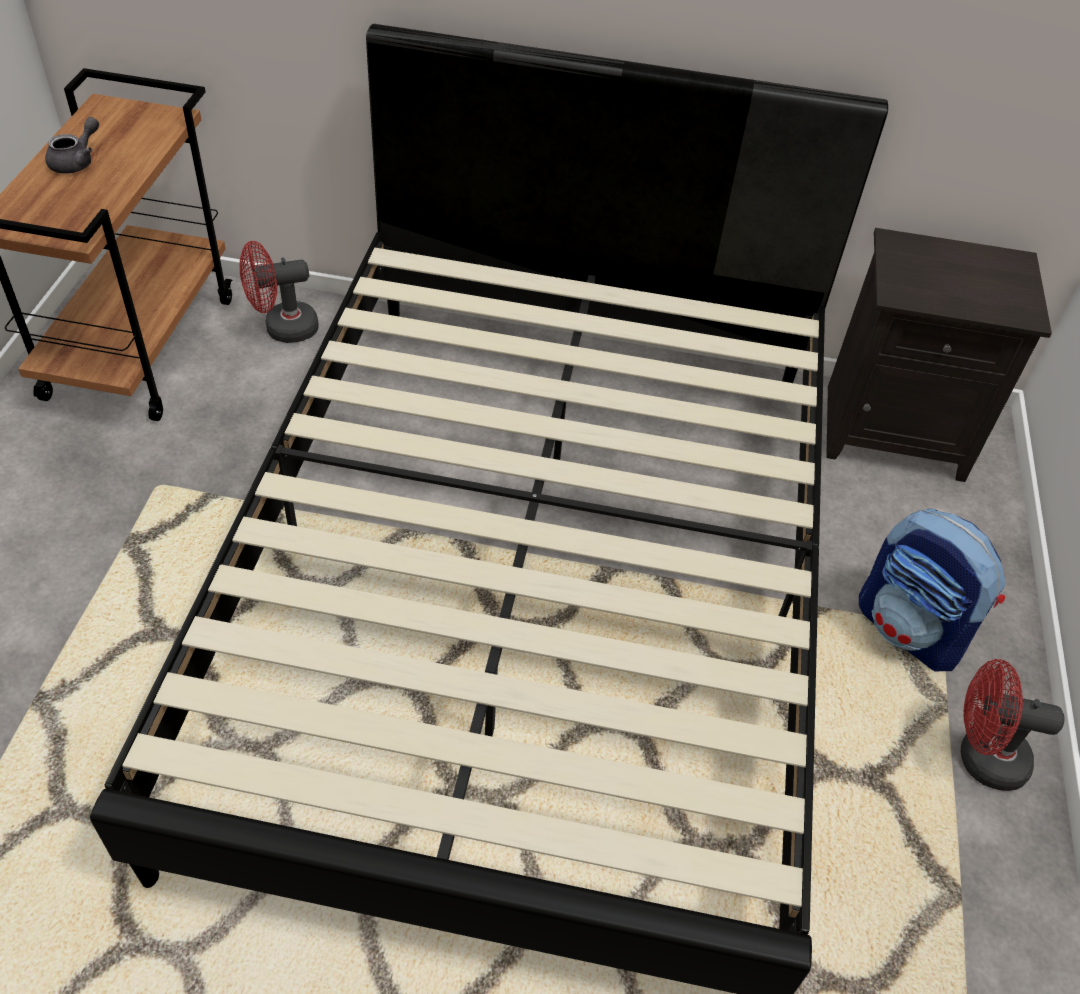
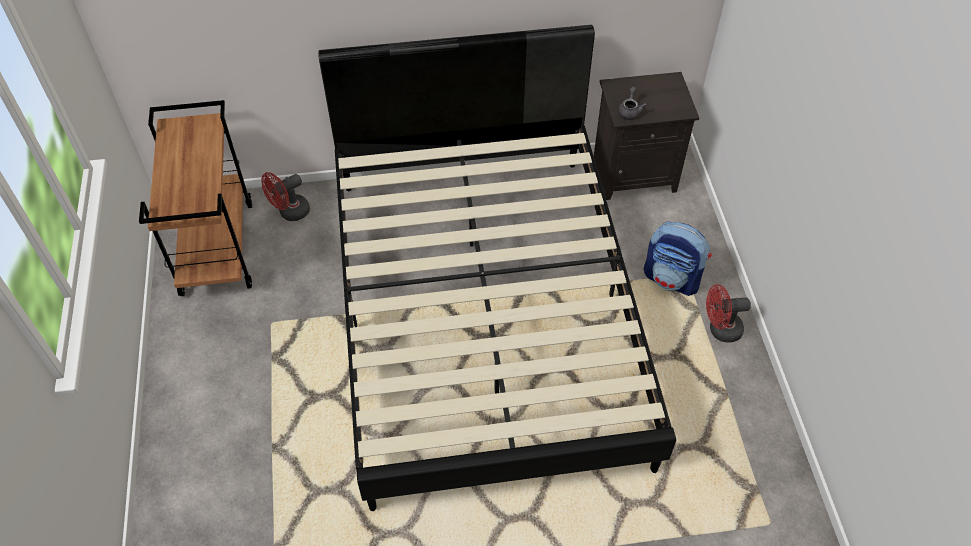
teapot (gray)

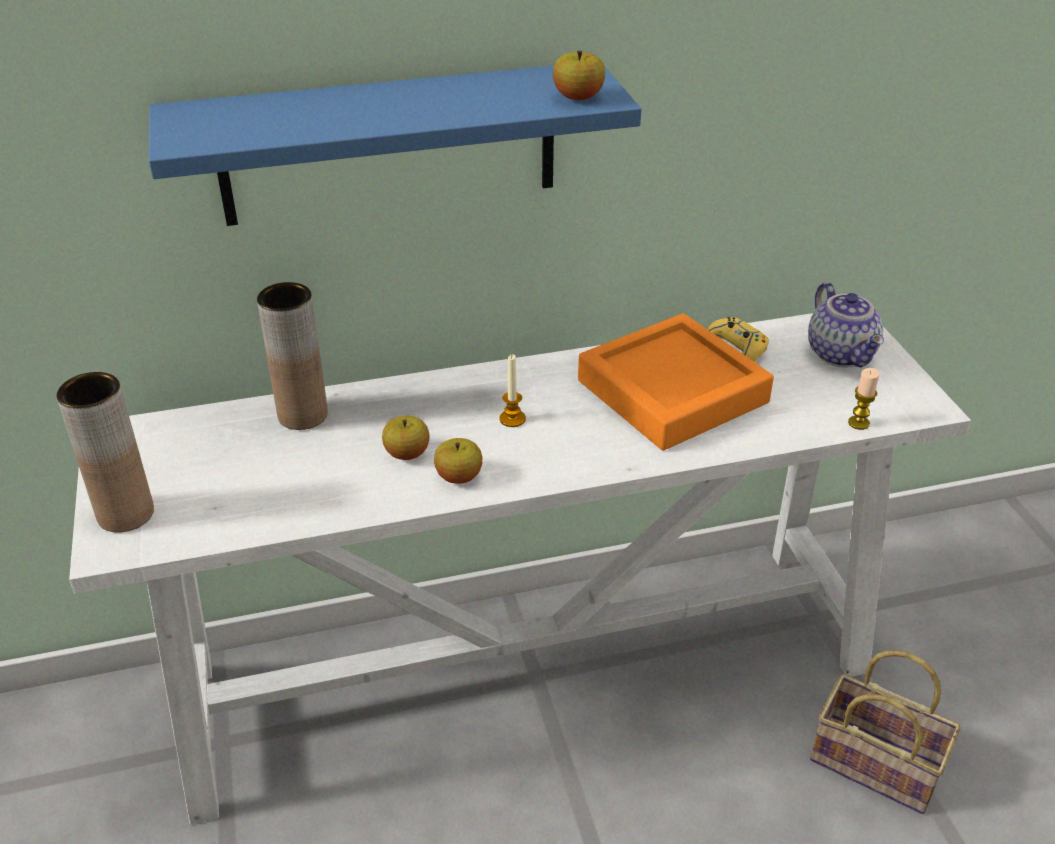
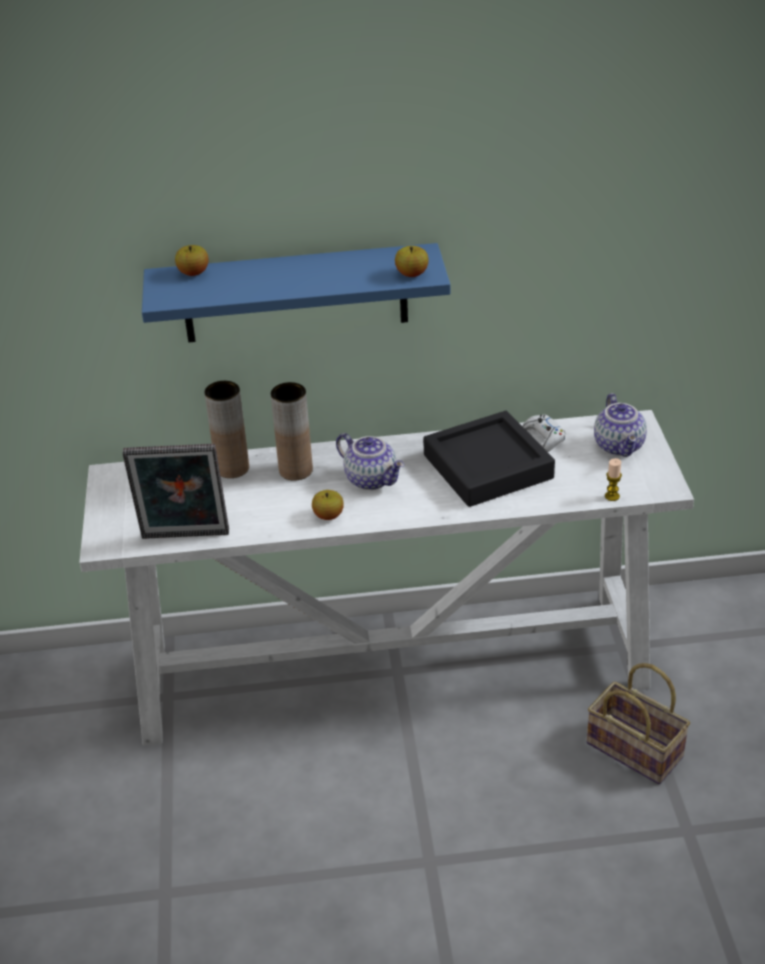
tray (black)
gamepad (white-coloured)
teapot (1st from left)
decorative vase (brown) (2nd from left)
whole apple (1st from left)
picture frame

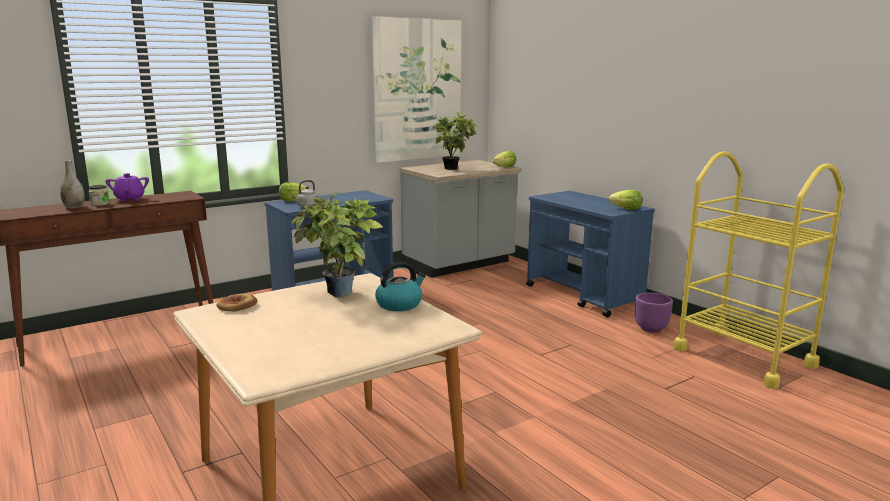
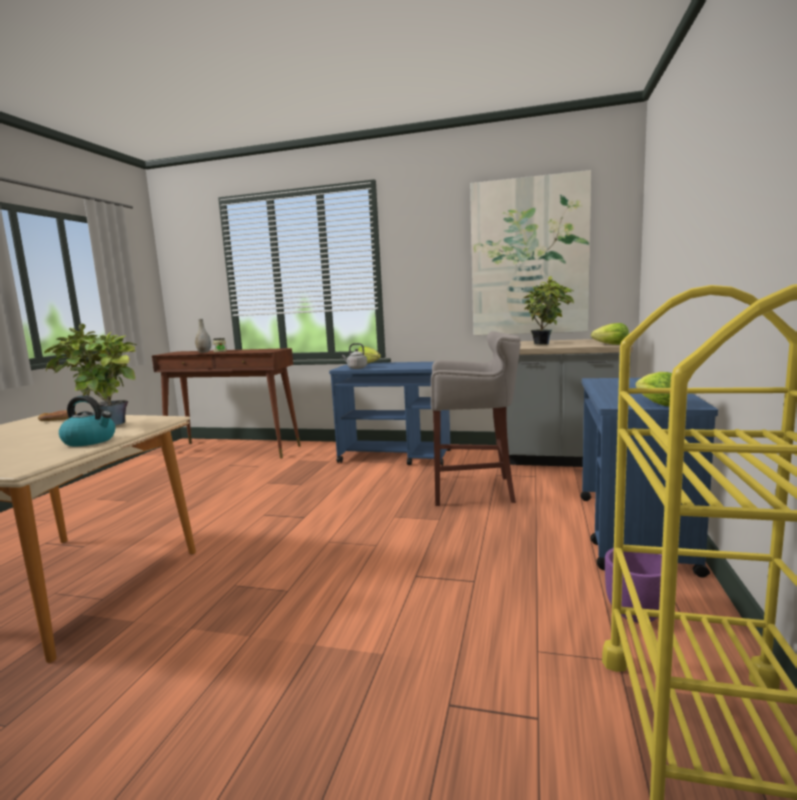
teapot (purple-coloured)
sitting stool (gray)

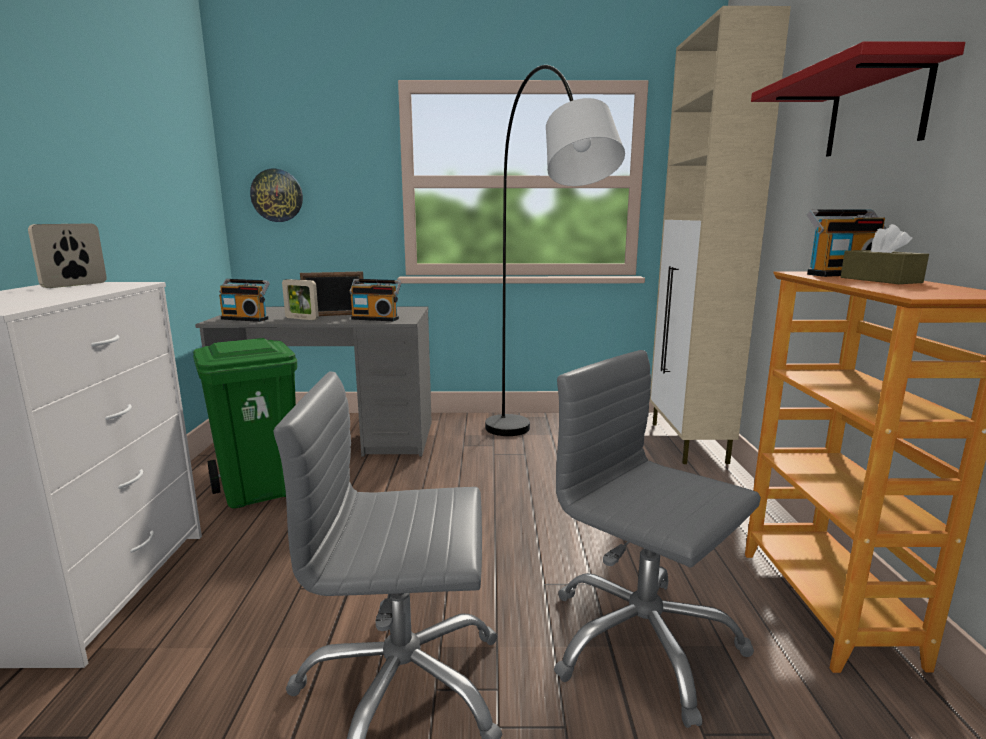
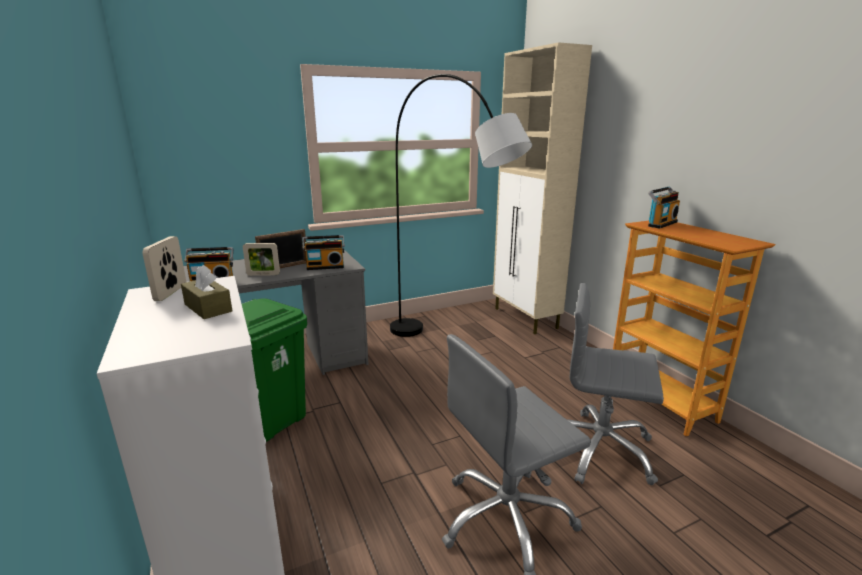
shelf (red)
wall clock
tissue box (brown)

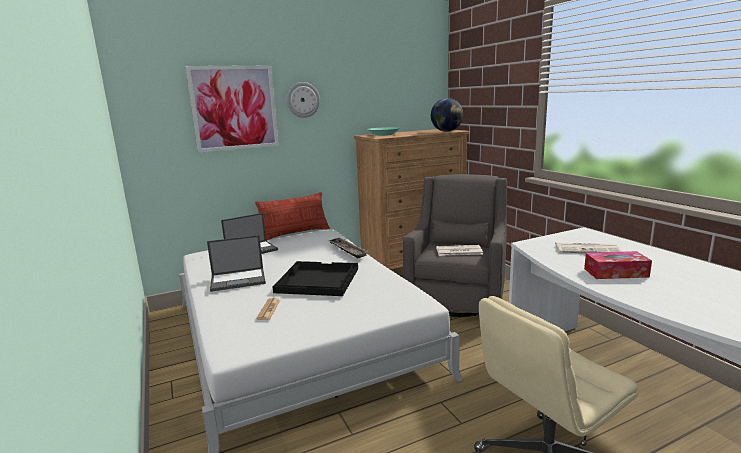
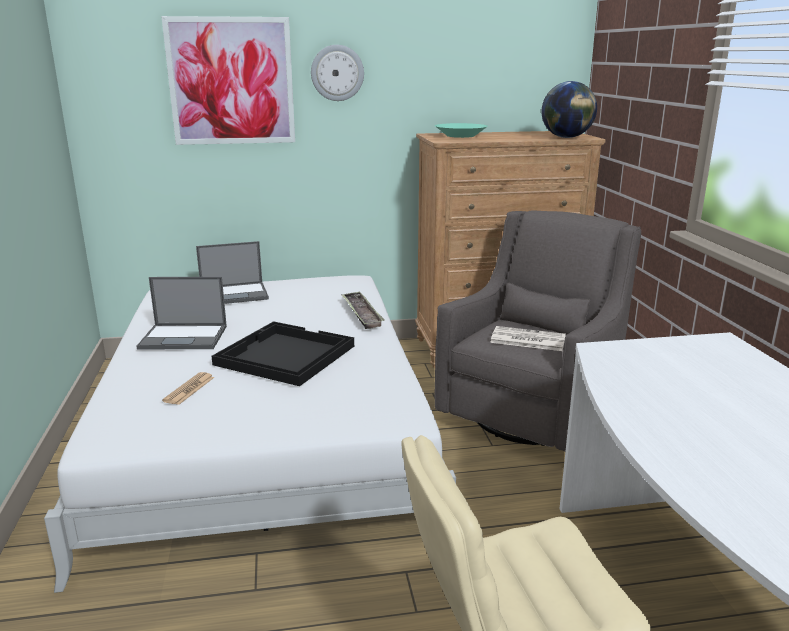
cushion
printed paper (3rd from left in the first image)
tissue box

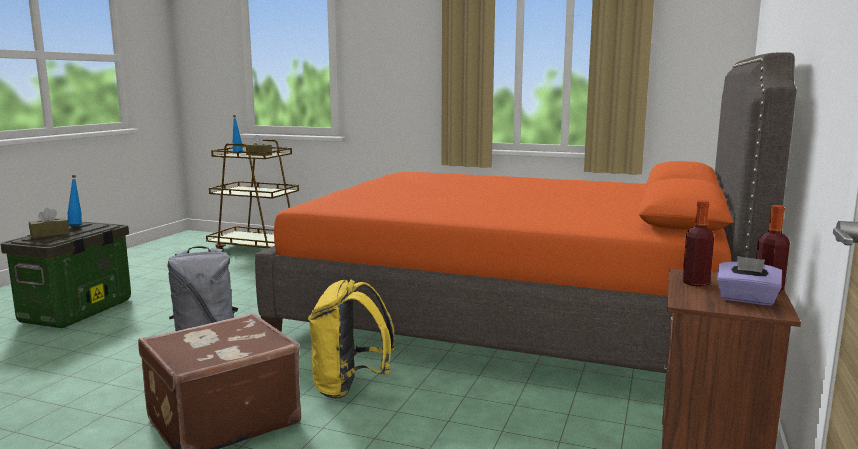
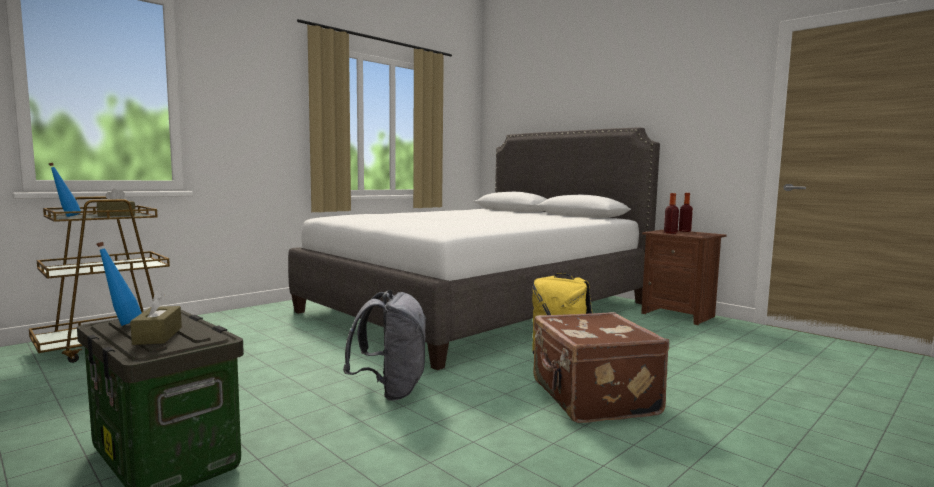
bed (white-coloured)
tissue box (purple-coloured)

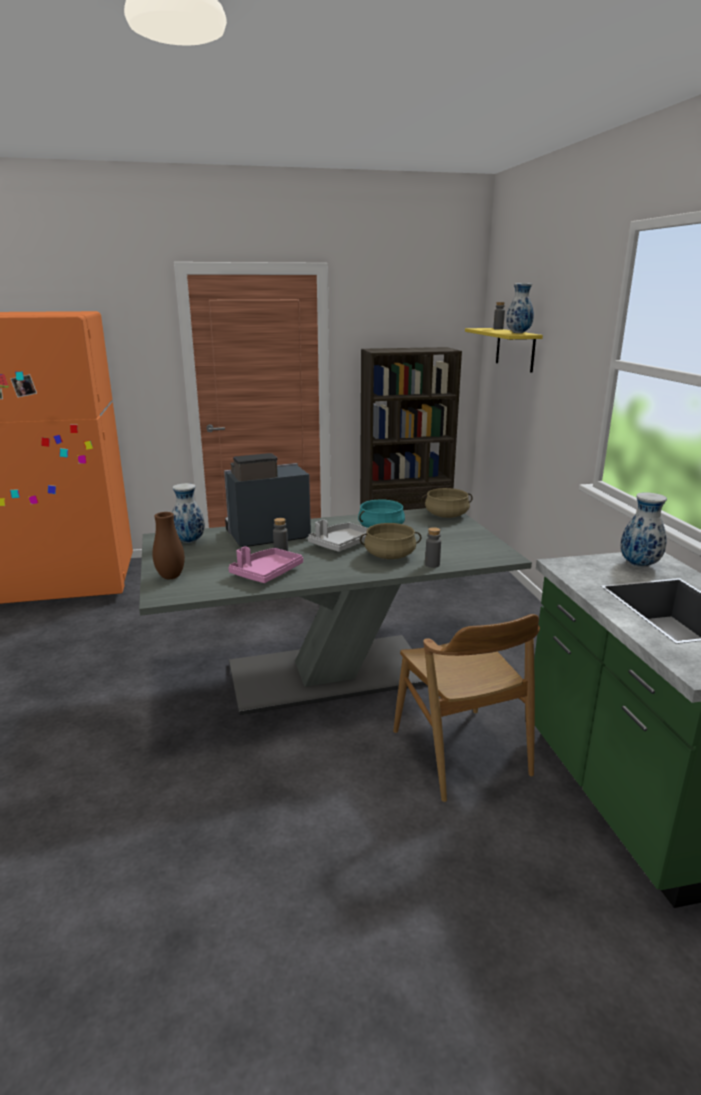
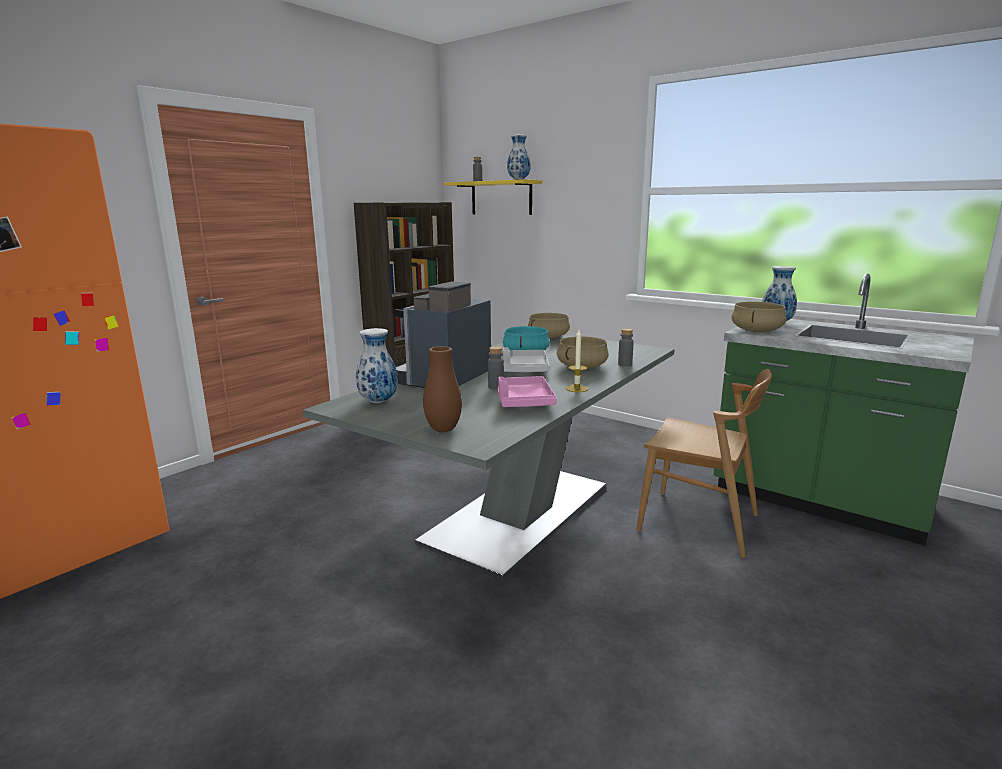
saucepot (beige) (3rd from left)
wax candle

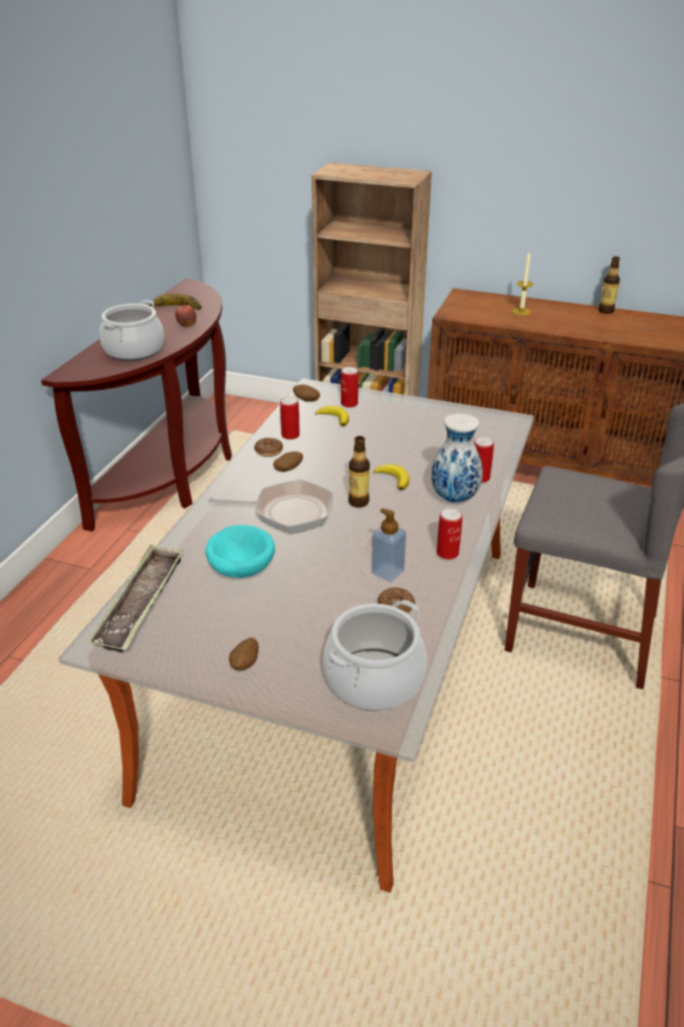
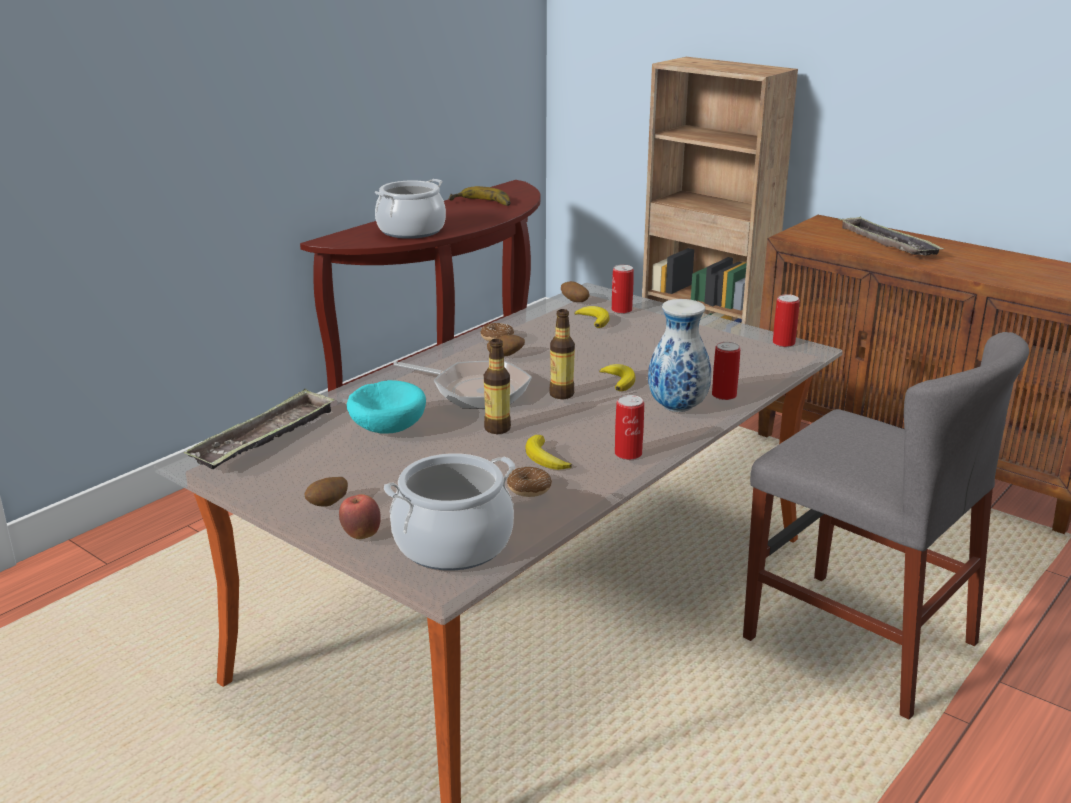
tray (2nd from left)
drink bottle (1st from left)
whole apple
can (4th from left)
whole banana (2nd from left)

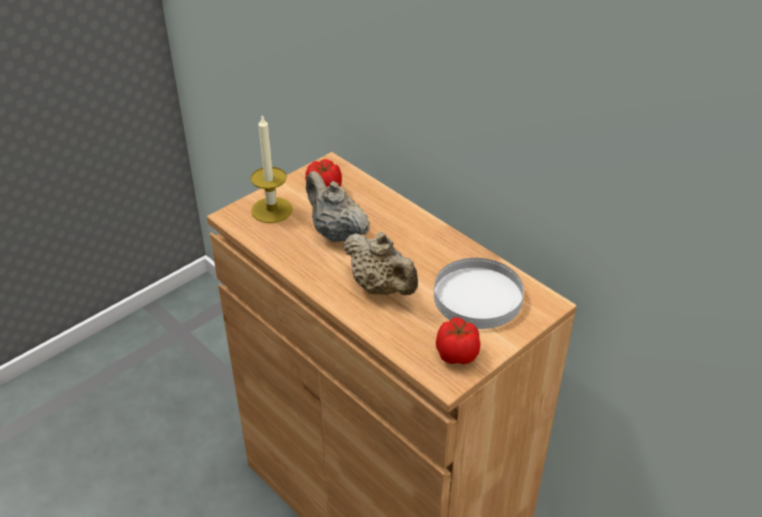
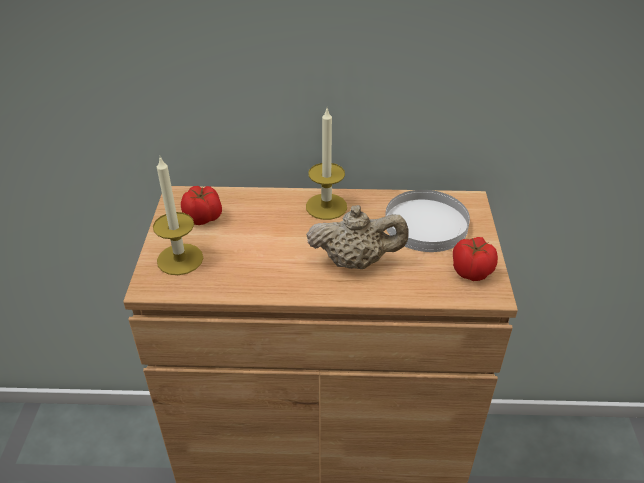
teapot (beige) (1st from left in the first image)
wax candle (2nd from left)

